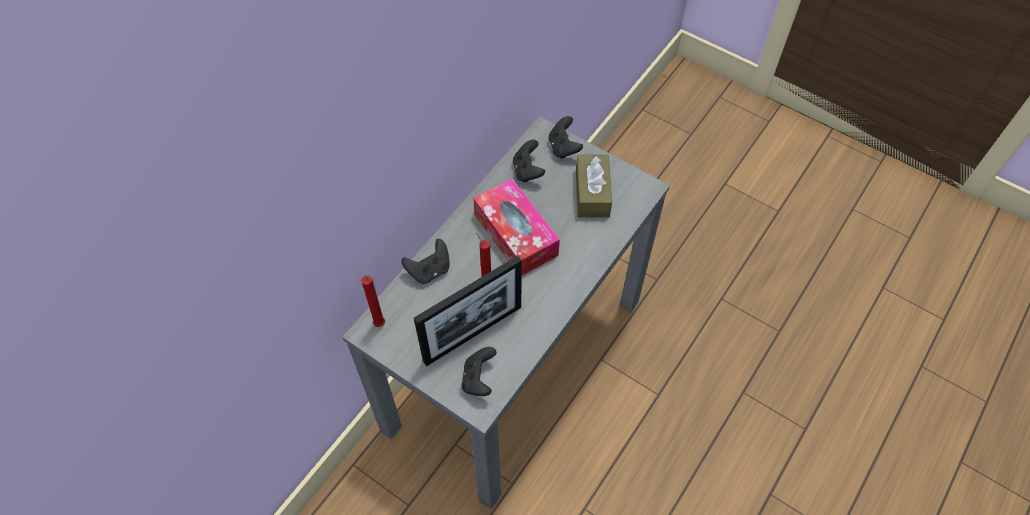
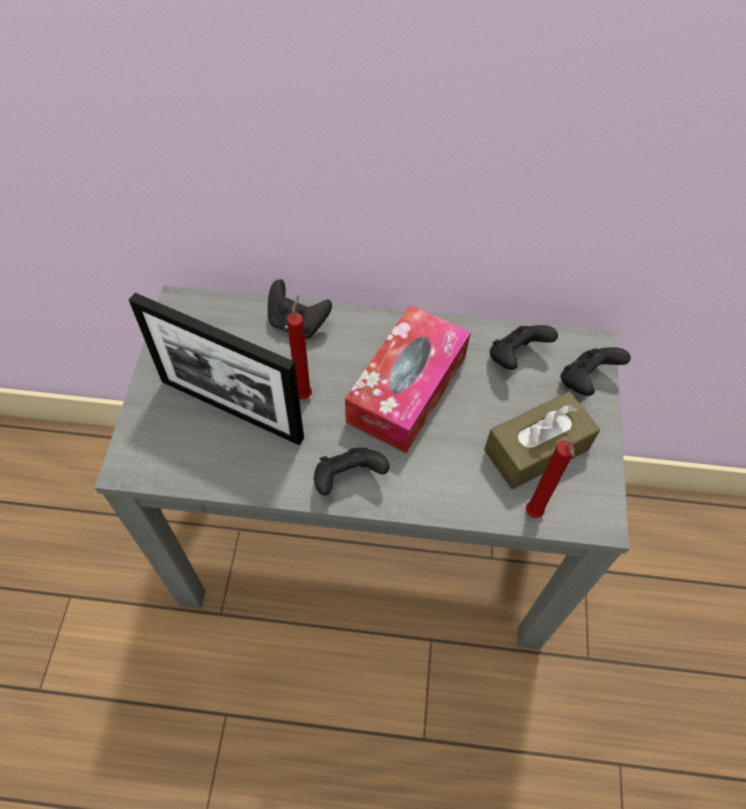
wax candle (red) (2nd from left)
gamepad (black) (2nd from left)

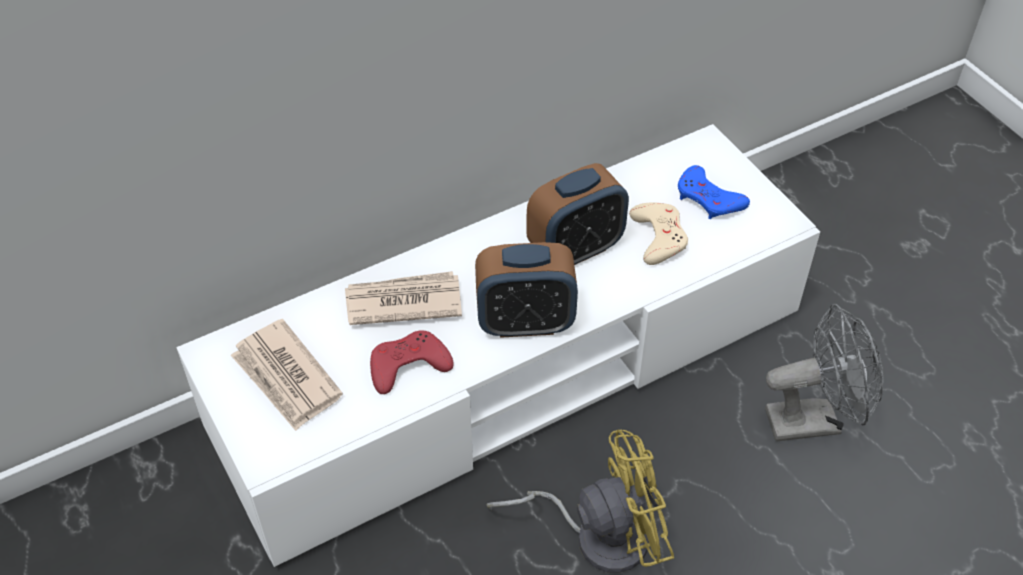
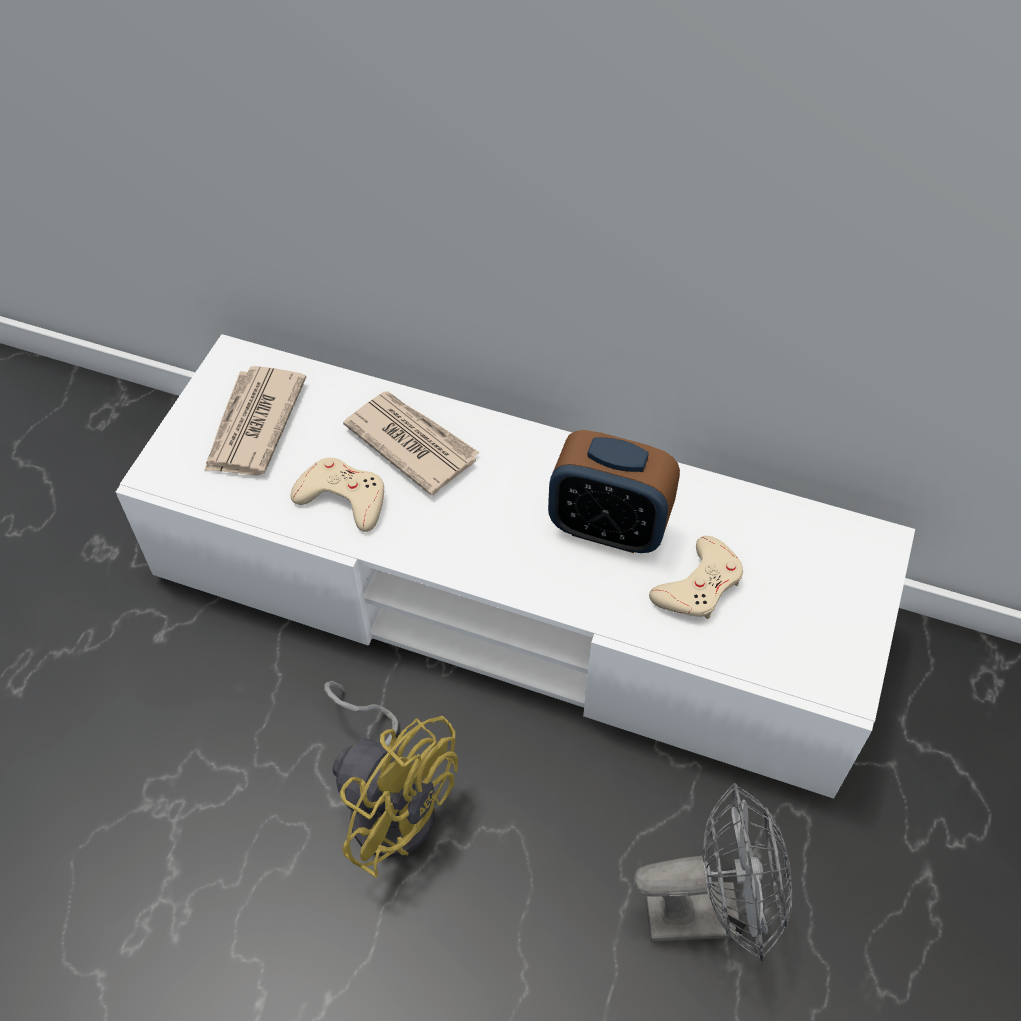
gamepad (blue-coloured)
table clock (1st from left in the first image)
electric fan (gray)
gamepad (beige) (1st from left)

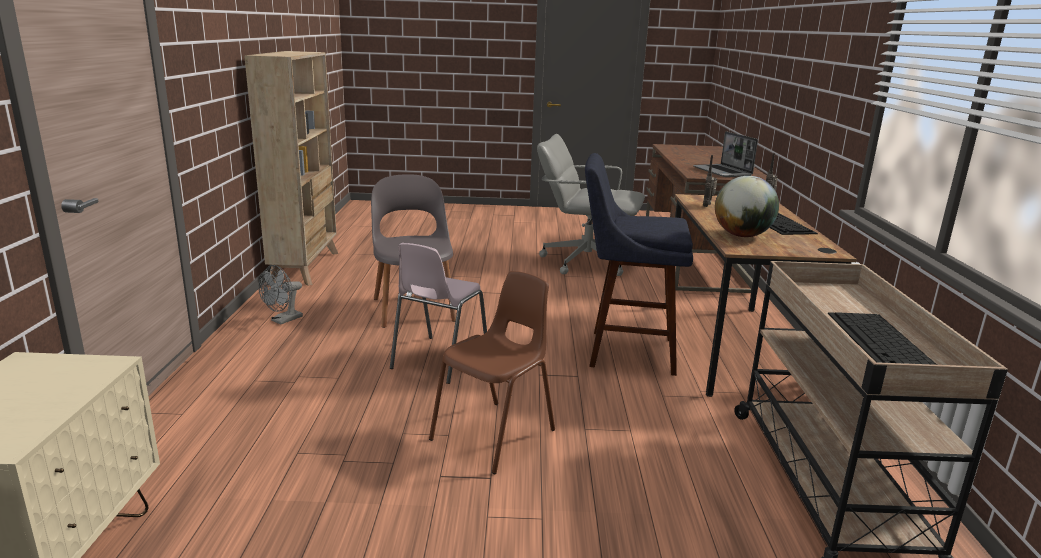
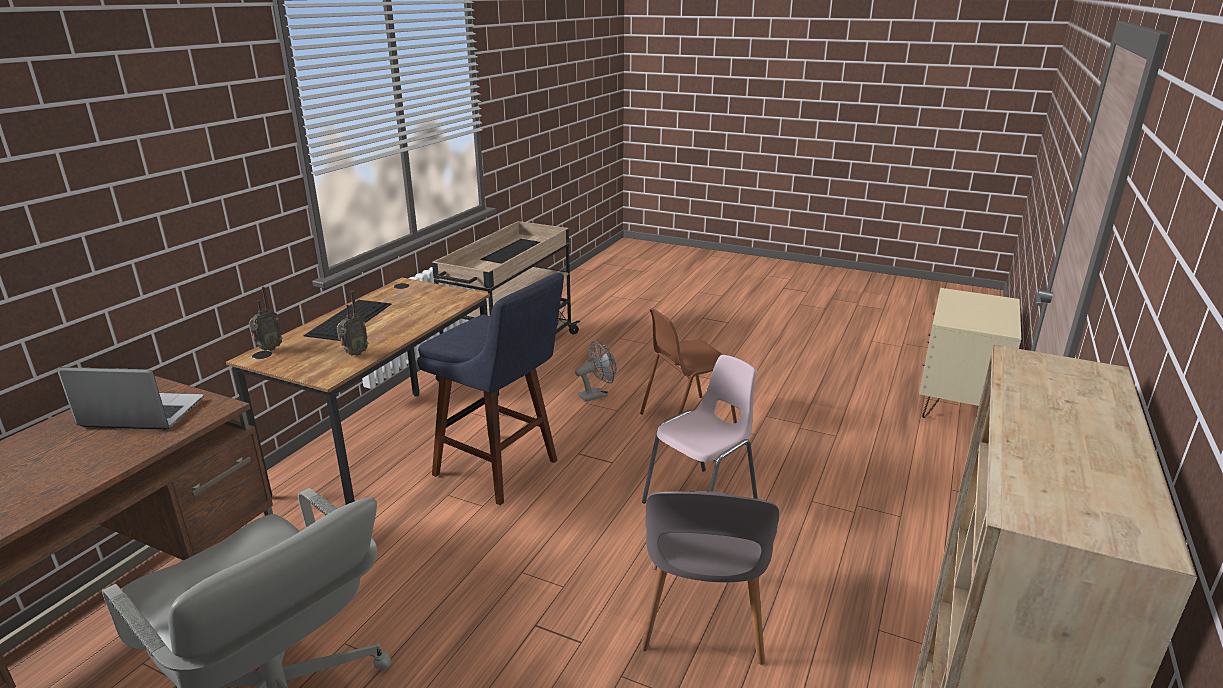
notebook computer
desk globe
electric fan (gray)

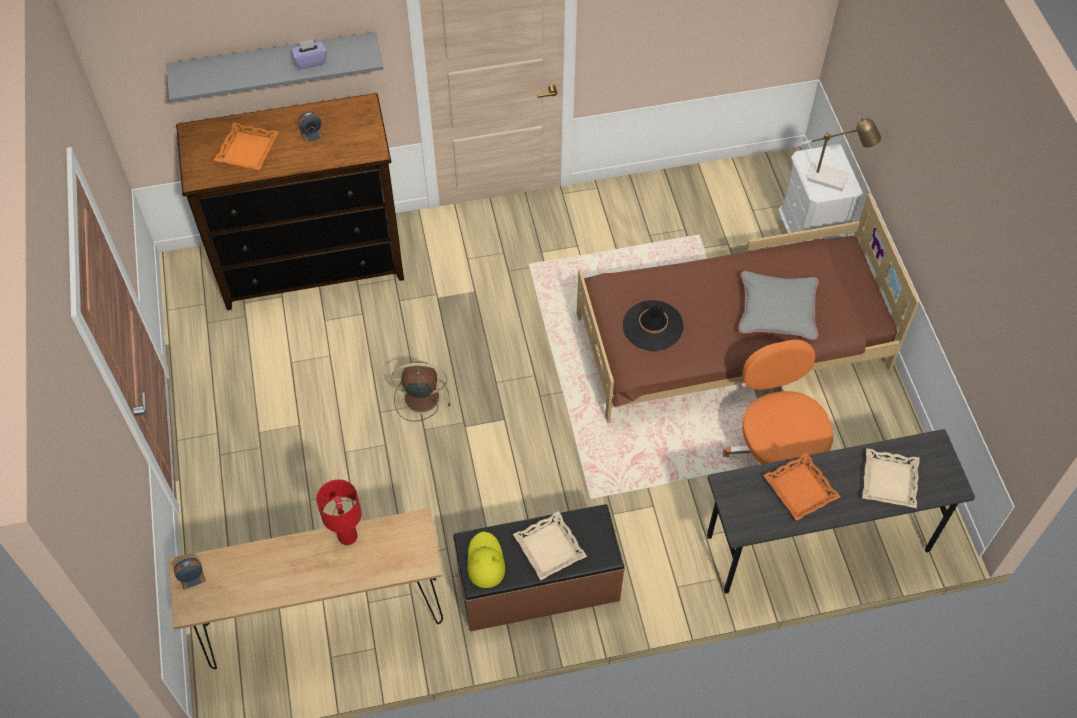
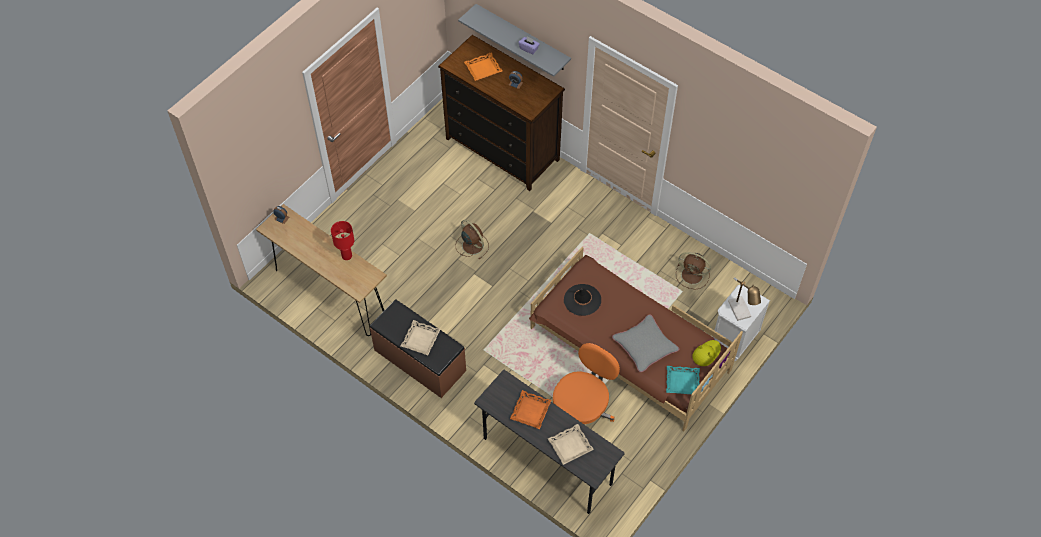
clothing hat (yellowish)
electric fan (brown) (2nd from left)
tray (turquoise)

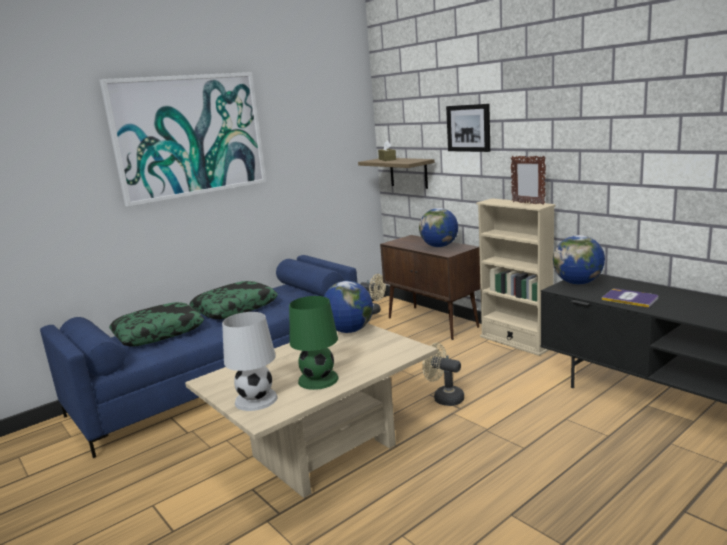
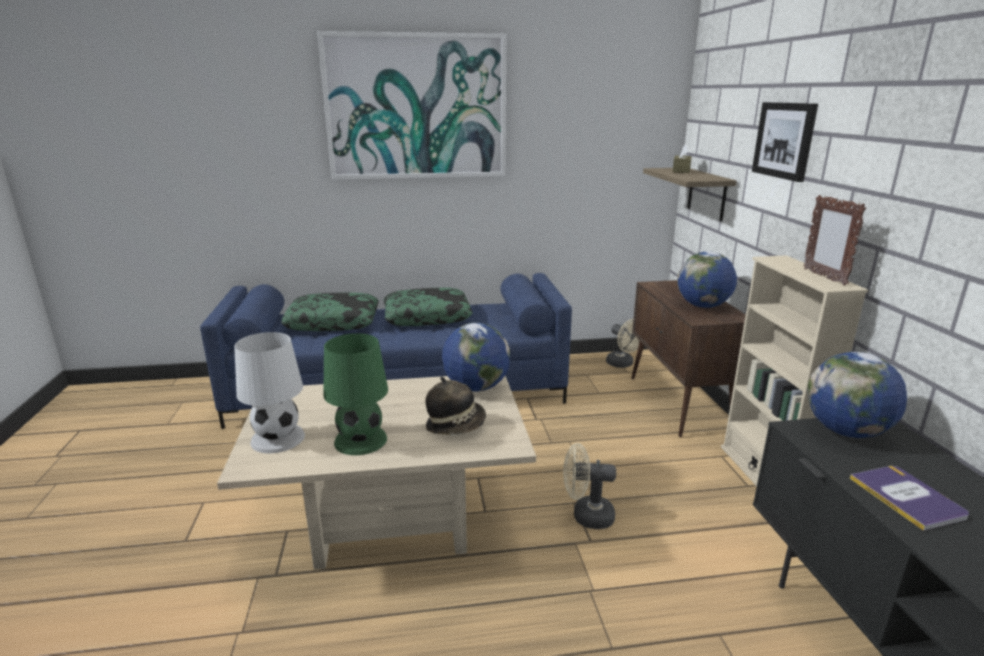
electric fan (beige) (1st from left)
clothing hat

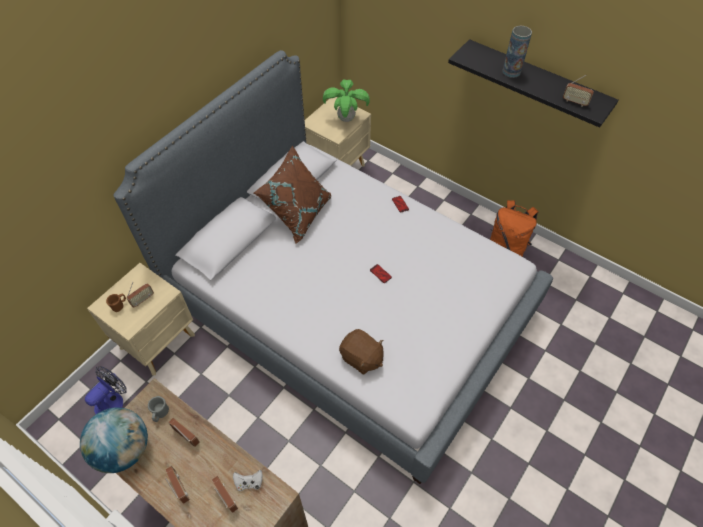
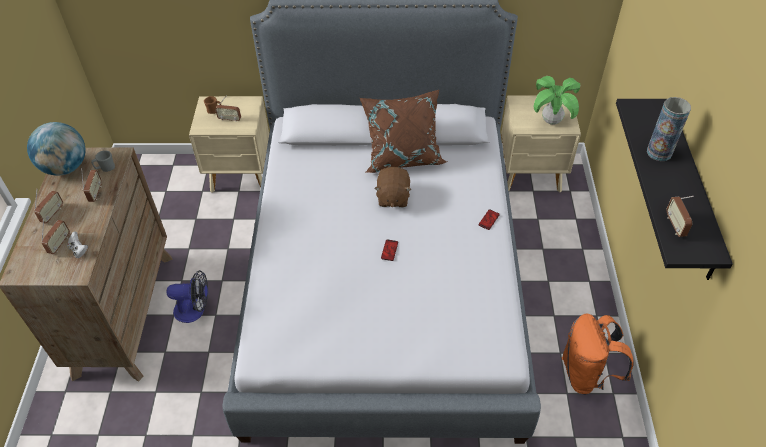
cuddly toy (brown)
electric fan

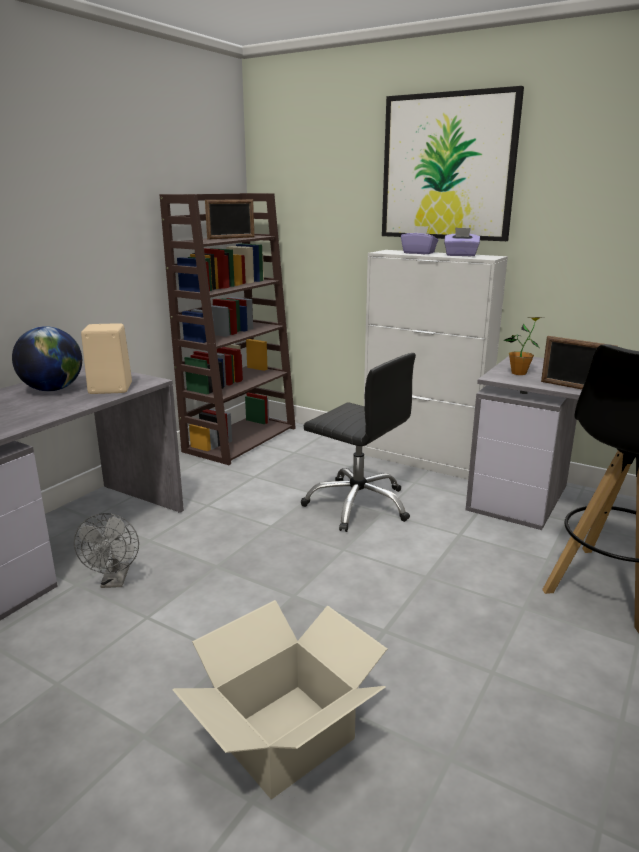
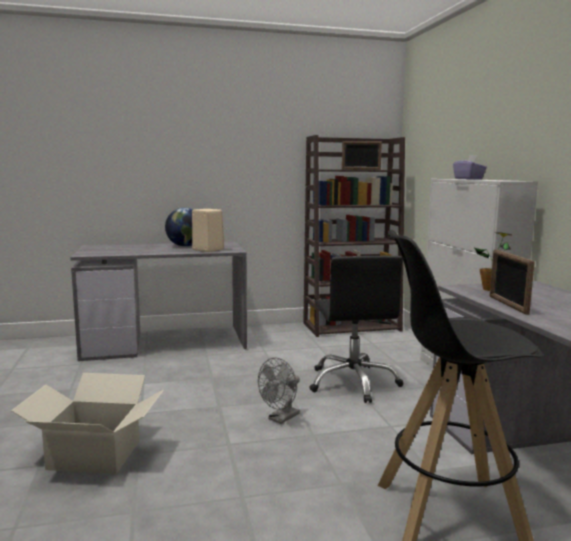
picture
tissue box (purple-coloured) (2nd from left in the first image)
electric fan (gray)

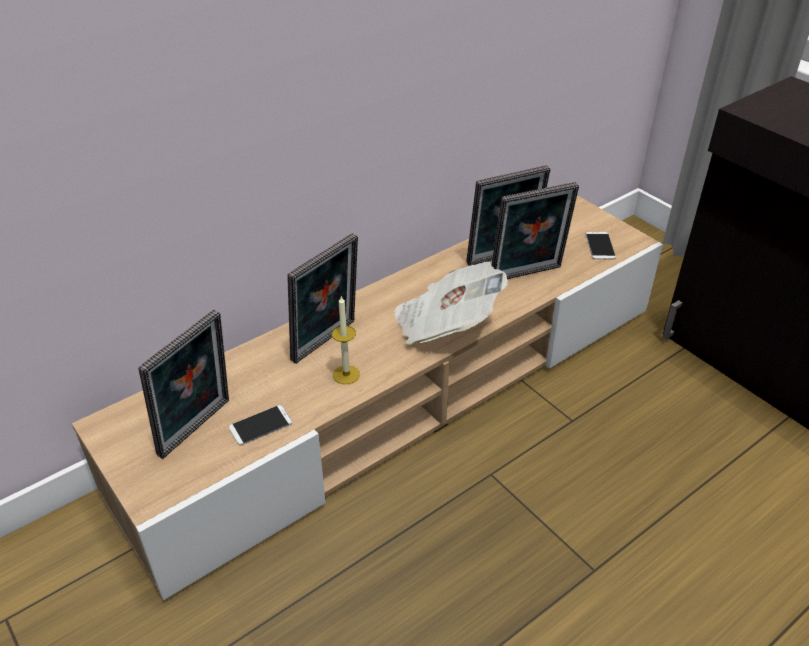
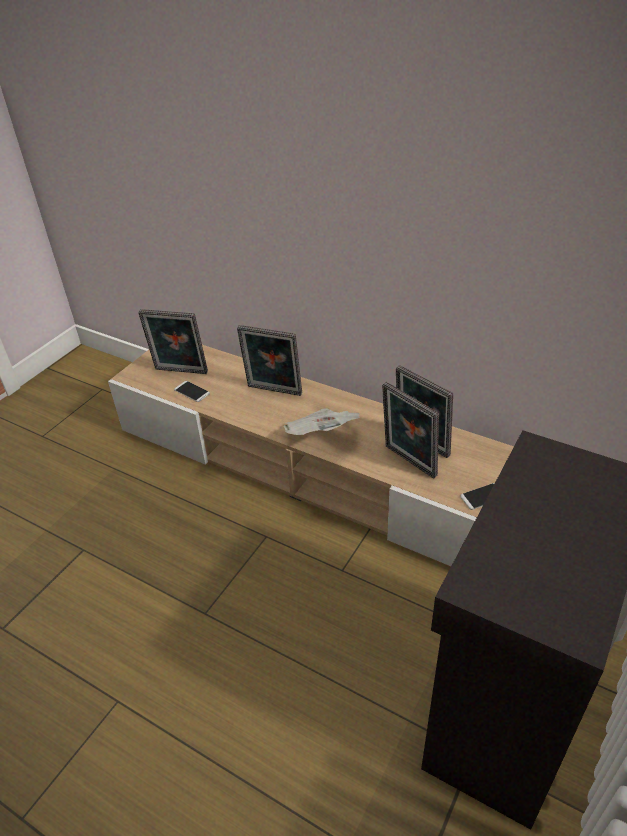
wax candle

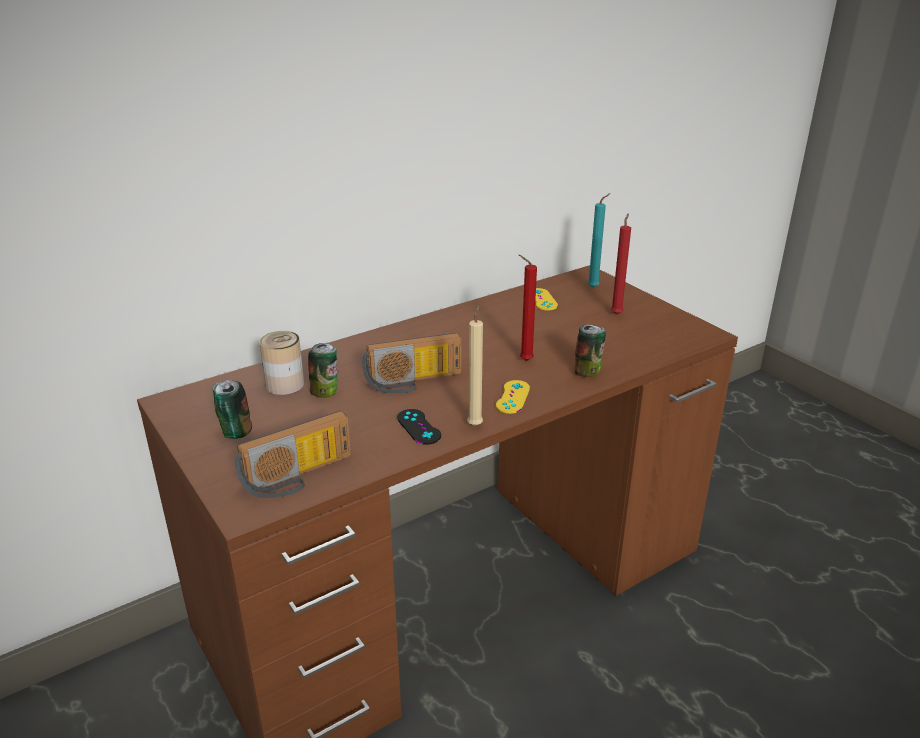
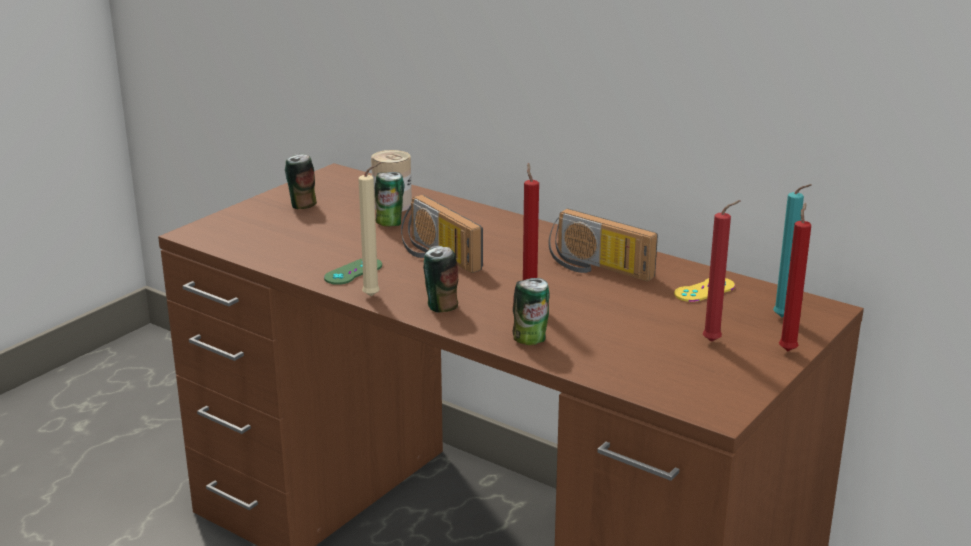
can (4th from left)
gamepad (green-coloured)
radio set (2nd from left)
wax candle (red) (3rd from left)

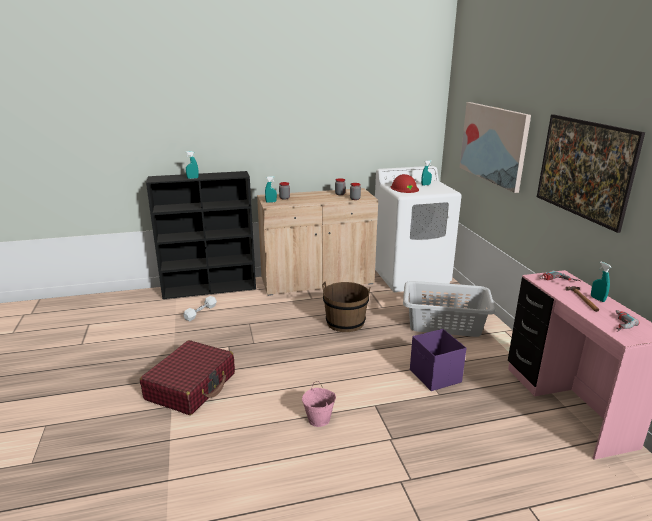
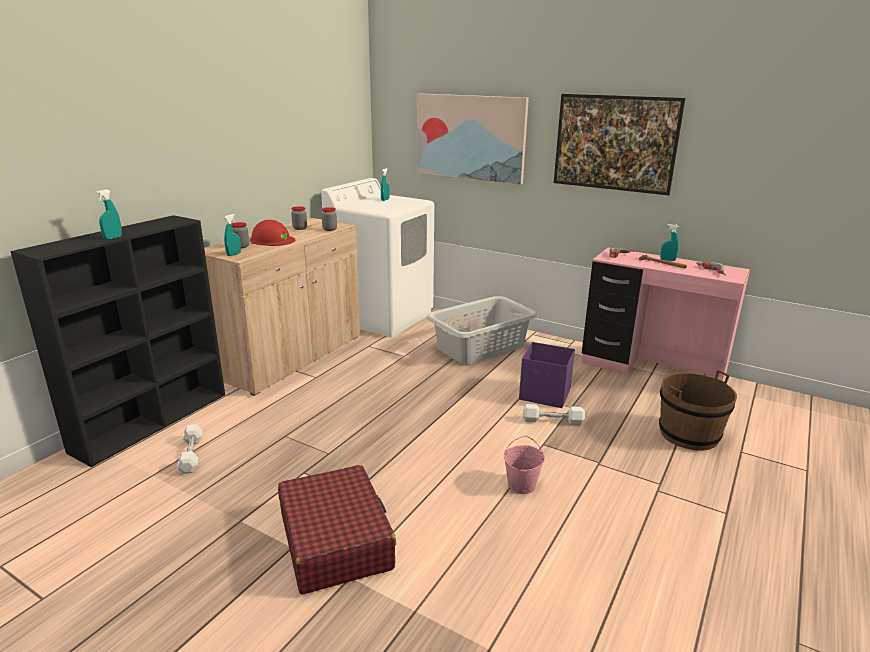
safety helmet (red)
pail (brown)
free weight (white-coloured) (2nd from left)

